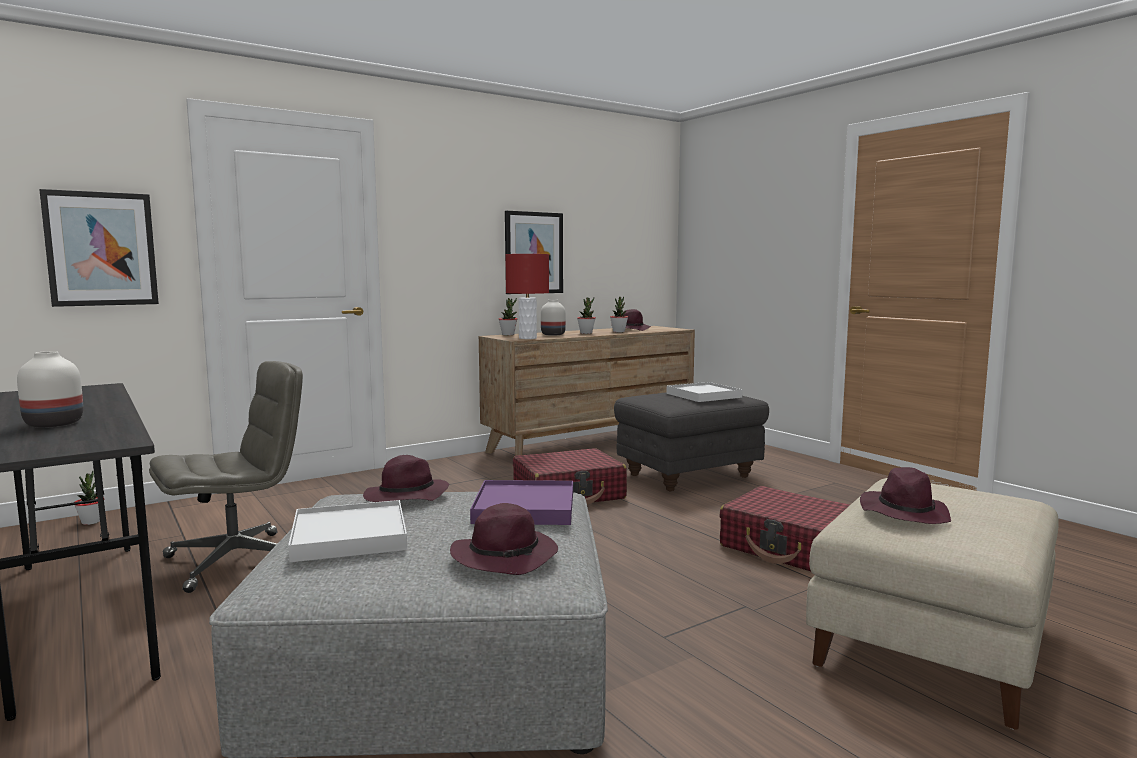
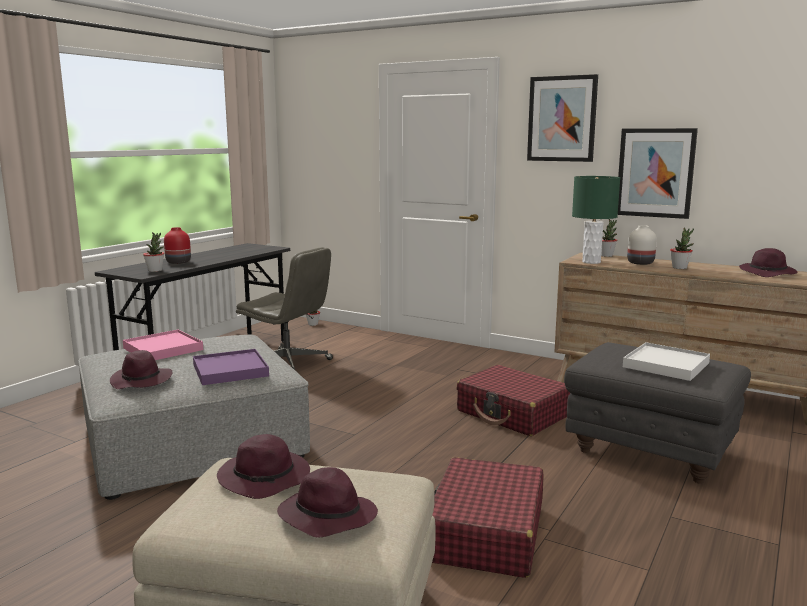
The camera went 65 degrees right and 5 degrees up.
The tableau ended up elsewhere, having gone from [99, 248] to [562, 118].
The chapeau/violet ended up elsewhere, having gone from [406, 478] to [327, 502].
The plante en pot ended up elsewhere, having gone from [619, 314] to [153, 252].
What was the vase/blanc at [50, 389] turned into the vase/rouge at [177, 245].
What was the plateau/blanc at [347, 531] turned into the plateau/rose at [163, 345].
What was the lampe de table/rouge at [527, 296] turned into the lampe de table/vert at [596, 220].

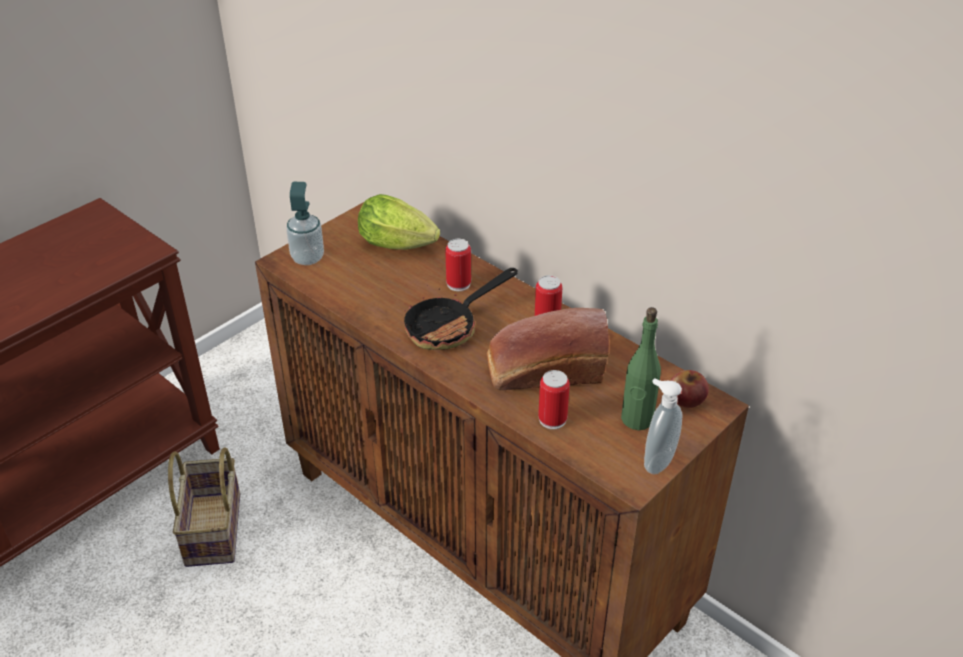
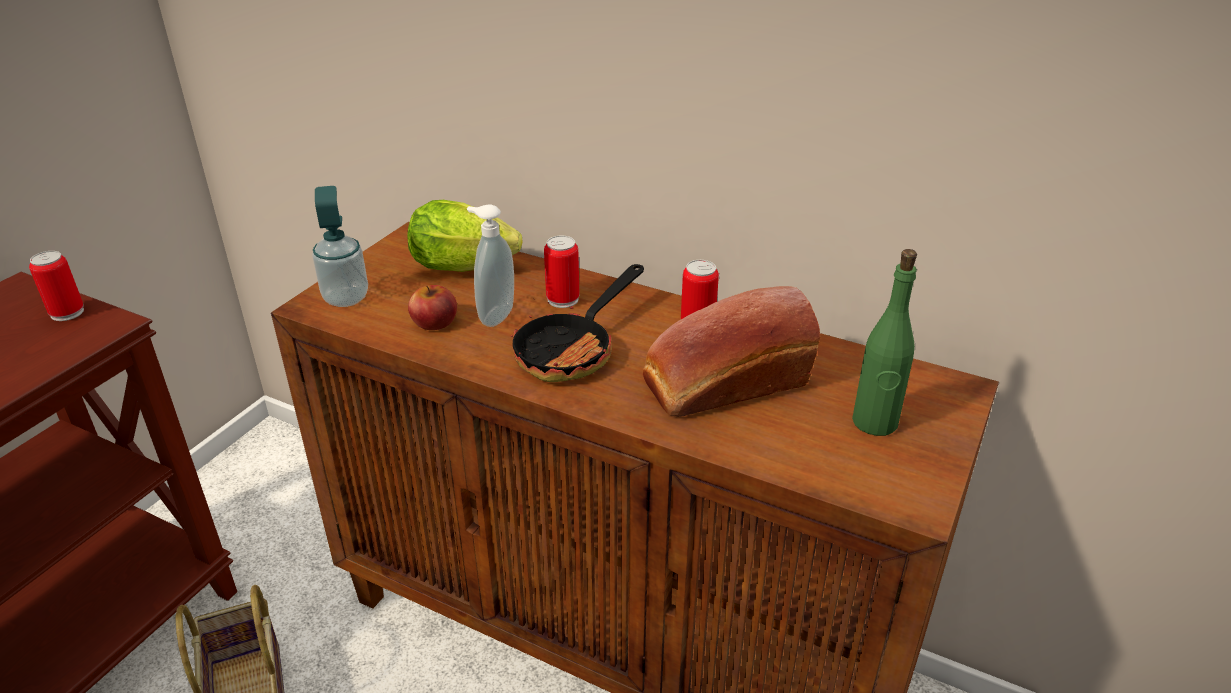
The camera went 15 degrees left and 5 degrees down.
The boîte métallique ended up elsewhere, having gone from [554, 399] to [56, 286].
The distributeur de savon ended up elsewhere, having gone from [663, 426] to [490, 265].
The pomme ended up elsewhere, having gone from [690, 389] to [432, 307].

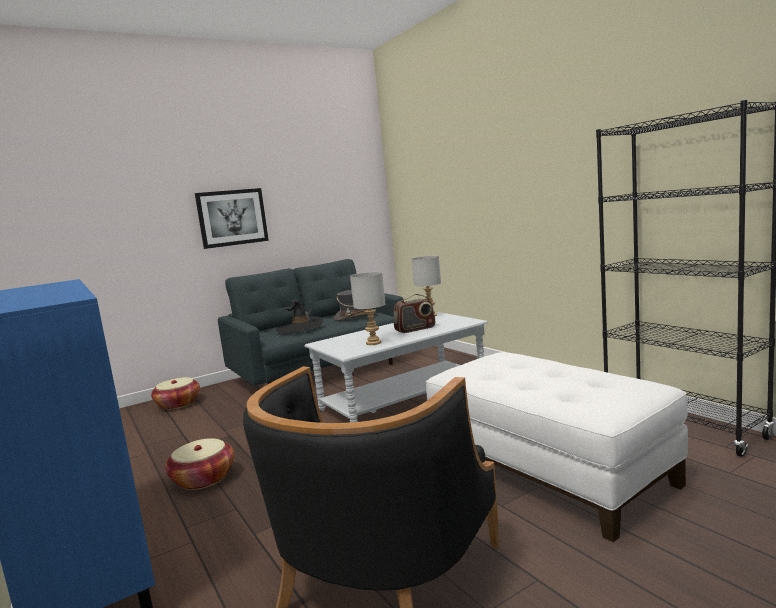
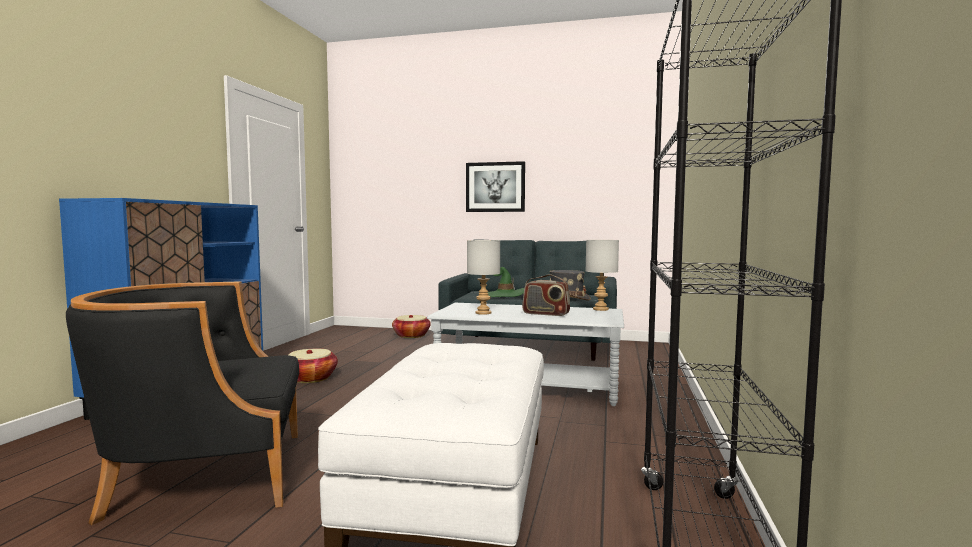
The camera went 45 degrees right and 5 degrees down.
What was the chapeau/noir at [299, 317] turned into the chapeau/vert at [506, 282].

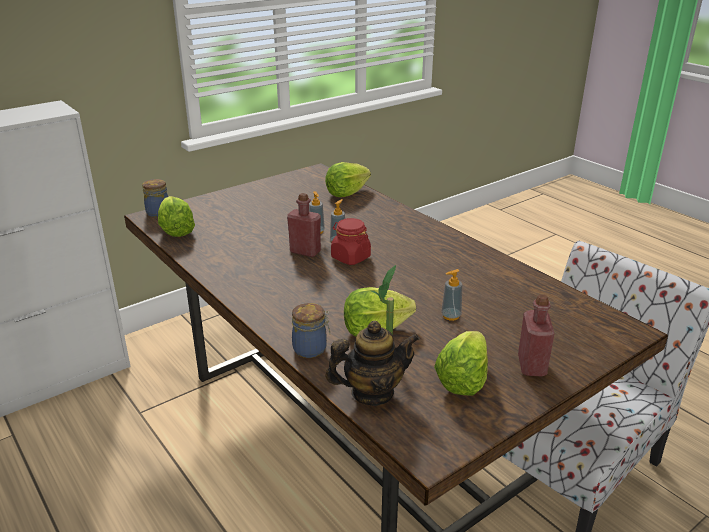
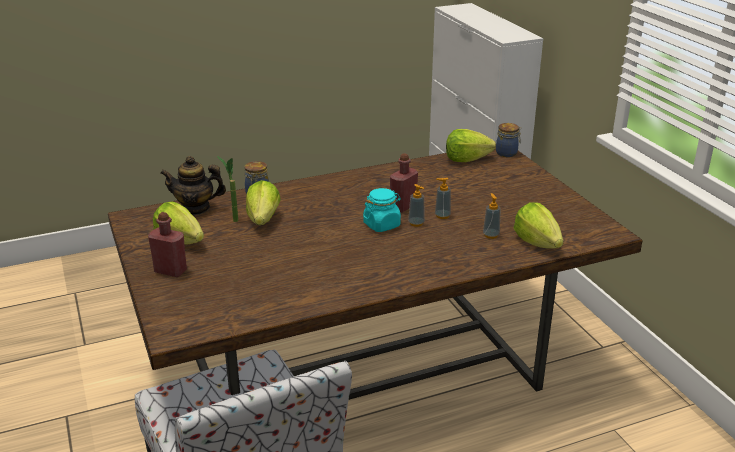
The camera went 105 degrees right and 0 degrees up.
The distributeur de savon ended up elsewhere, having gone from [451, 295] to [492, 216].
What was the bocal/rouge at [351, 241] turned into the bocal/turquoise at [382, 210].
The théière at [372, 363] ended up facing another way, 90 degrees clockwise from before.

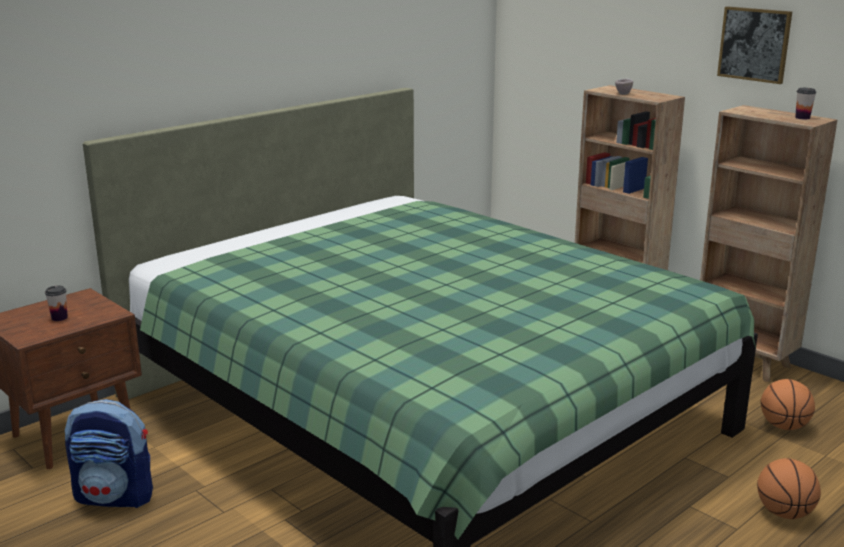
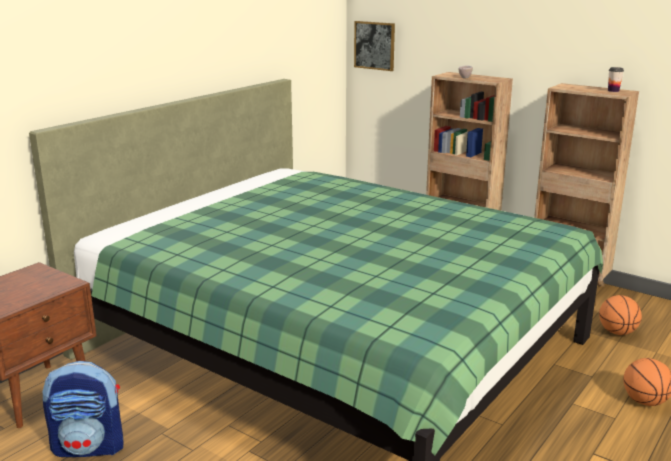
The camera went 10 degrees left and 0 degrees up.
The second view lost the tasse at [56, 303].
The tableau ended up elsewhere, having gone from [754, 45] to [374, 46].

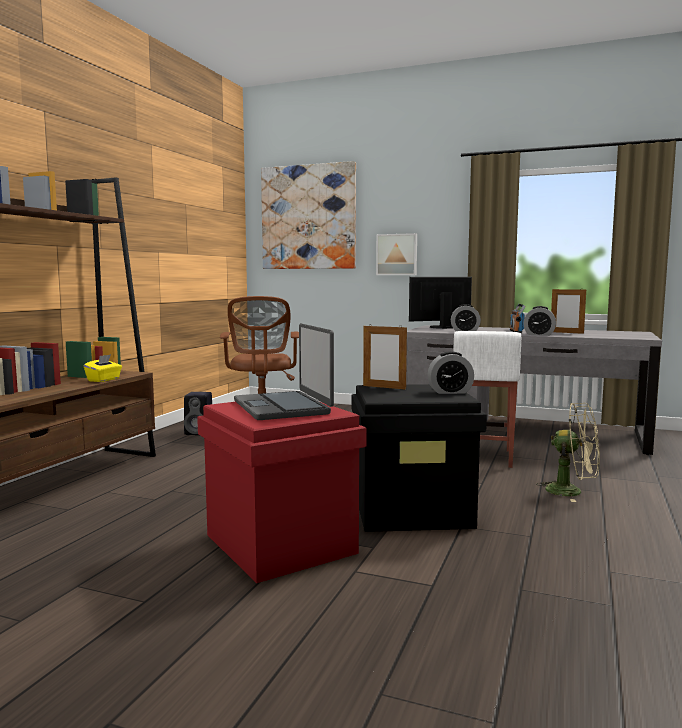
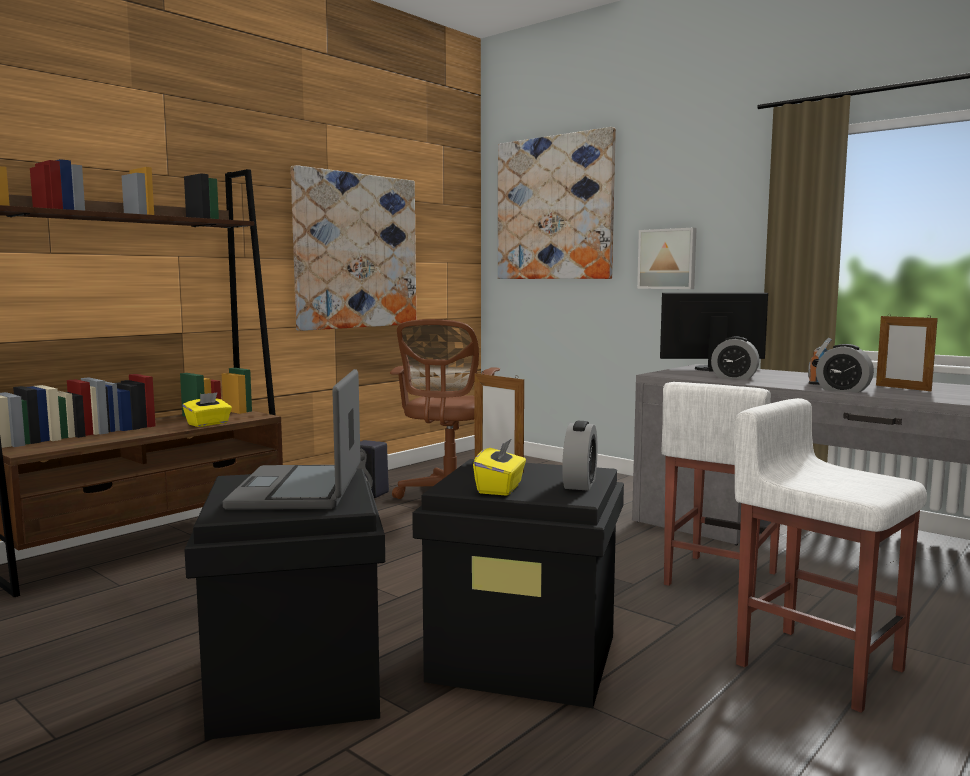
The camera went 20 degrees right and 0 degrees up.
The second view gained the tableau at [353, 248].
The second view gained the boîte à mouchoirs/jaune at [499, 467].
Where the ventilateur/beige stood at [568, 452], the tabouret/blanc came to stand at [830, 555].
What was the boîte de rangement/rouge at [282, 492] turned into the boîte de rangement/noir at [284, 604].
The réveil at [450, 372] ended up facing another way, 90 degrees counterclockwise from before.

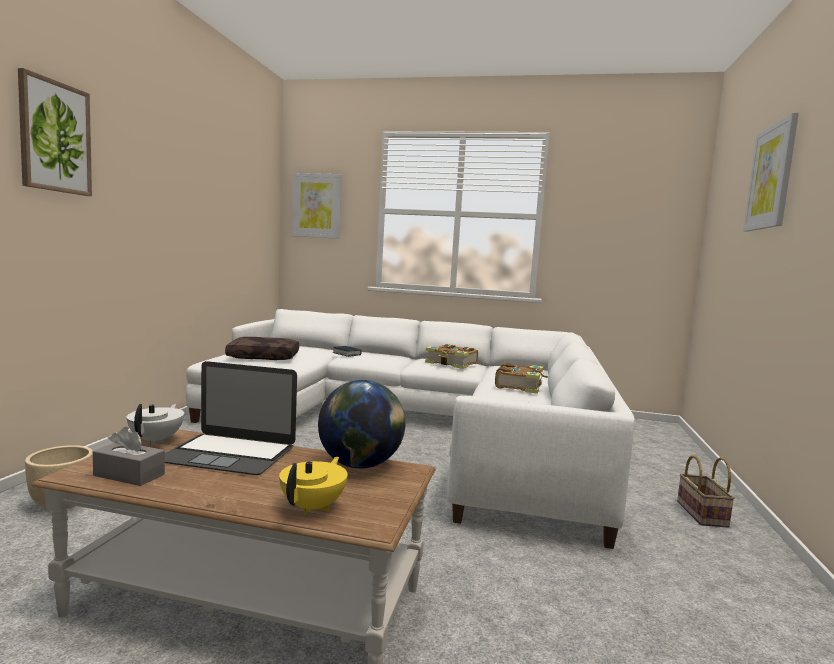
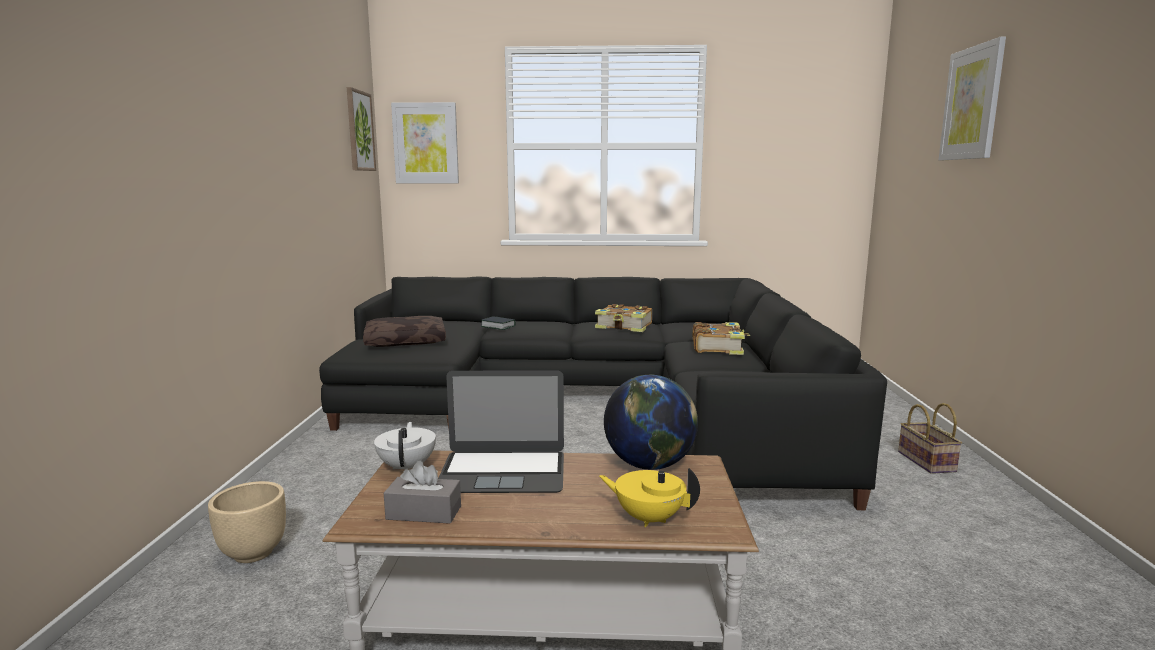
The camera went 10 degrees left and 5 degrees up.
The tableau ended up elsewhere, having gone from [55, 132] to [361, 129].
What was the canapé/blanc at [410, 429] turned into the canapé/noir at [603, 393].
The théière/jaune at [313, 485] ended up facing another way, 75 degrees counterclockwise from before.

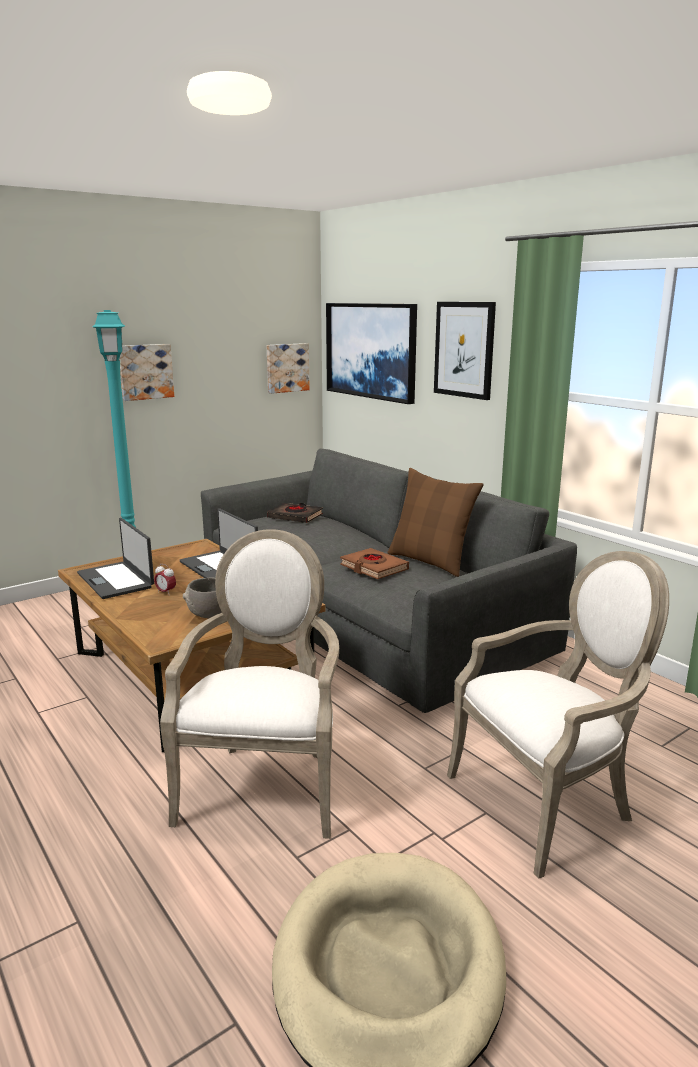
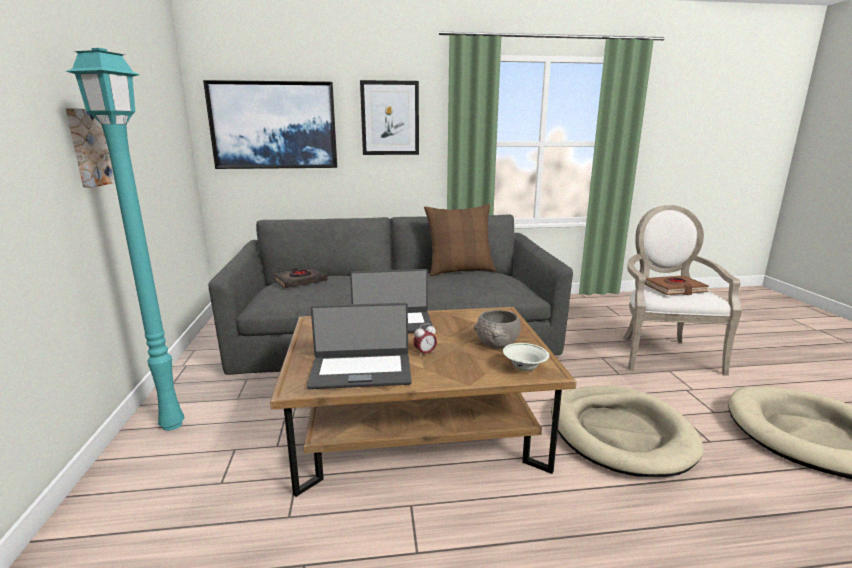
The camera went 60 degrees left and 0 degrees up.
The second view lost the tableau at [288, 368].
The second view gained the bol/blanc at [526, 357].
The livre/marron ended up elsewhere, having gone from [374, 563] to [677, 285].
Where the fauteuil stood at [249, 684], the panier pour chien/beige came to stand at [627, 431].

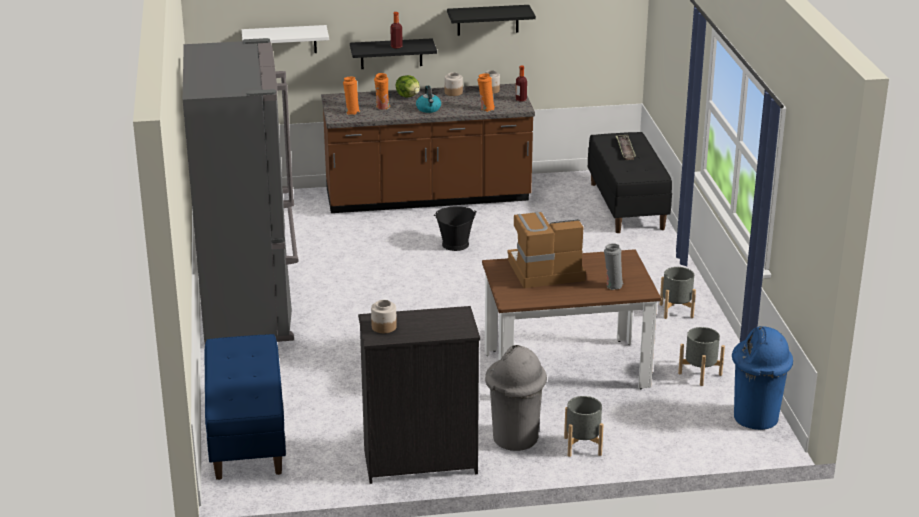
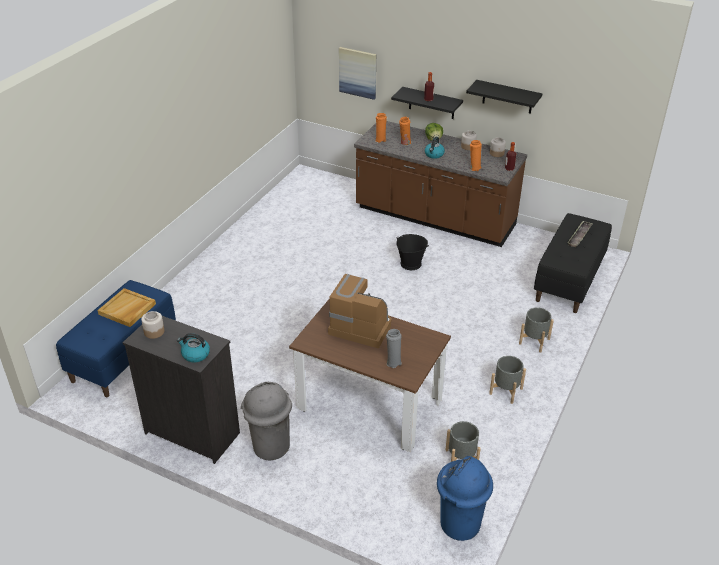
The camera went 35 degrees right and 10 degrees up.
The second view lost the réfrigérateur/gris at [241, 190].
The second view gained the plateau/beige at [126, 307].
The second view gained the bouilloire at [193, 348].
The cache-pot/gris ended up elsewhere, having gone from [584, 426] to [536, 329].
Where the étagère/blanc hung at [285, 39], the tableau came to hang at [357, 73].

